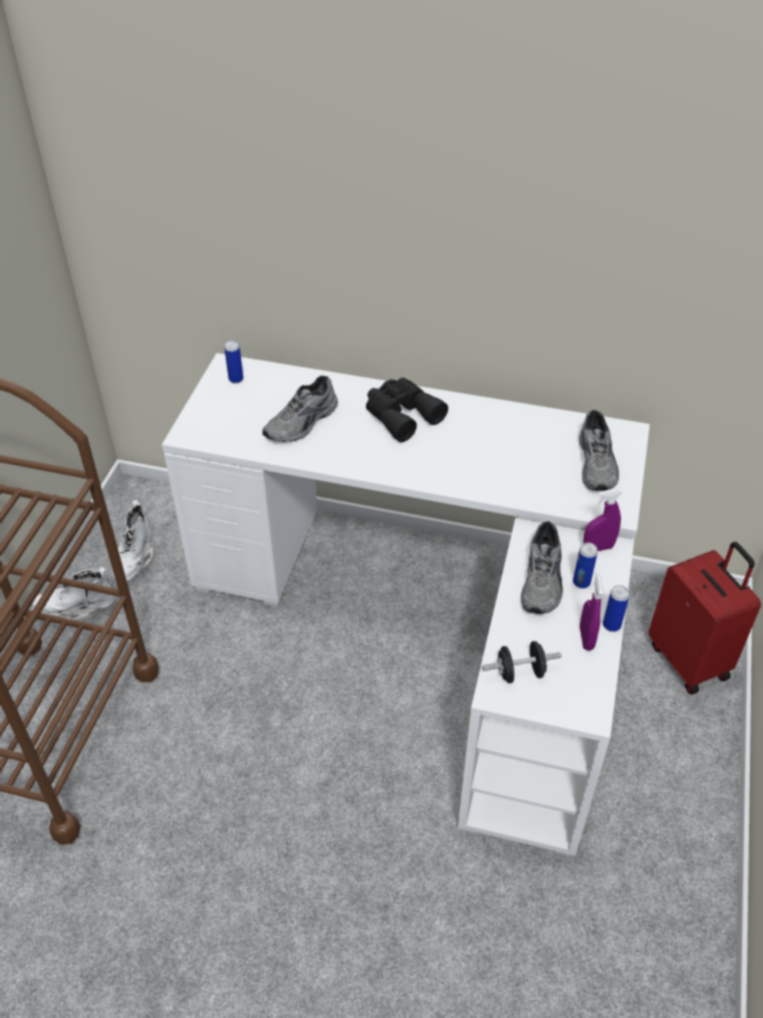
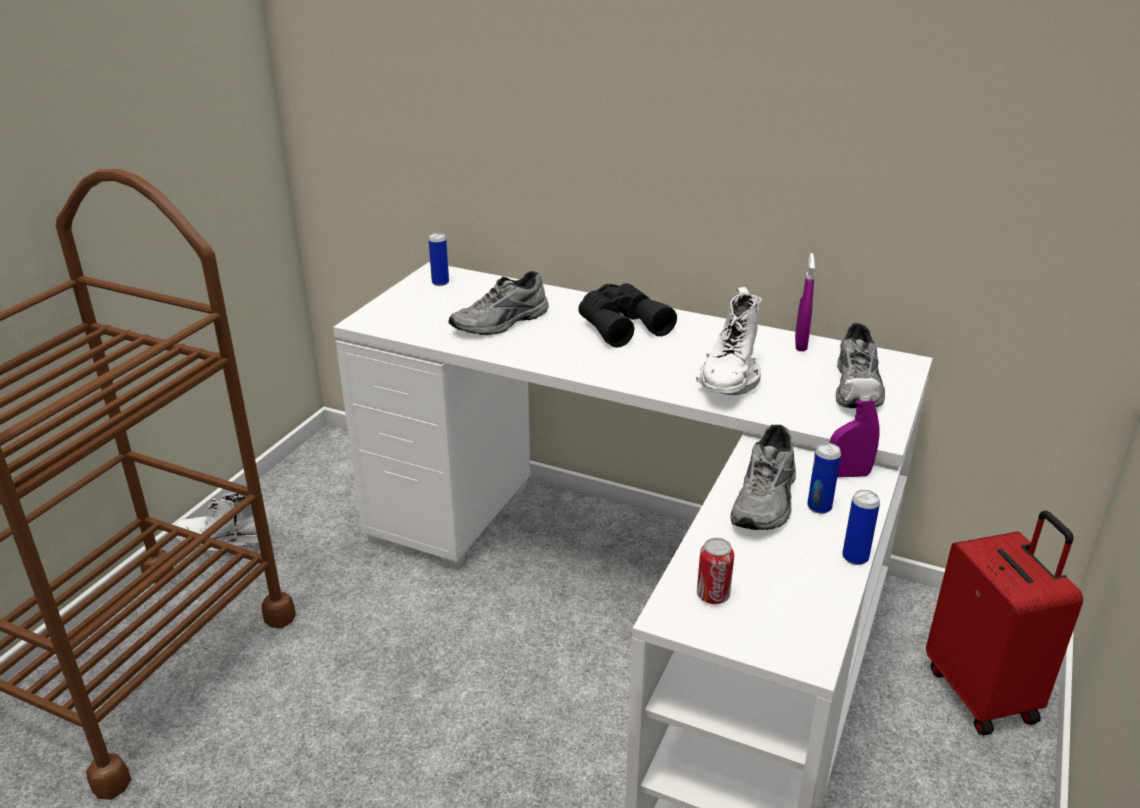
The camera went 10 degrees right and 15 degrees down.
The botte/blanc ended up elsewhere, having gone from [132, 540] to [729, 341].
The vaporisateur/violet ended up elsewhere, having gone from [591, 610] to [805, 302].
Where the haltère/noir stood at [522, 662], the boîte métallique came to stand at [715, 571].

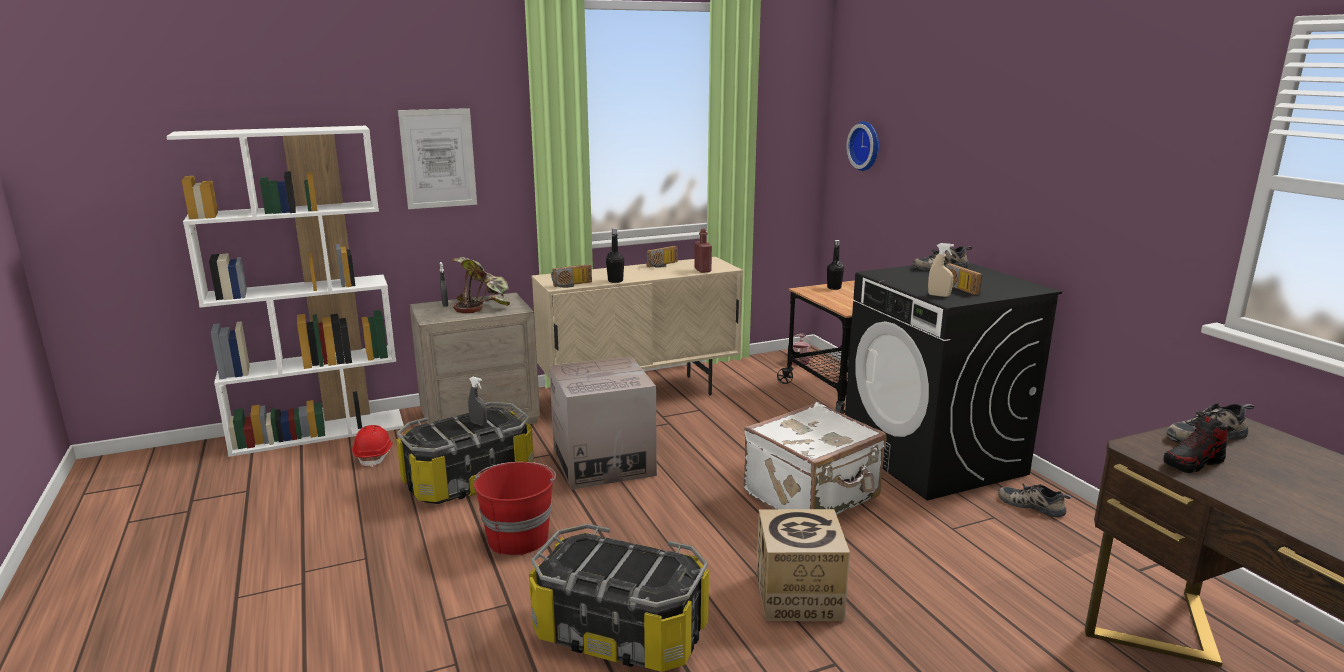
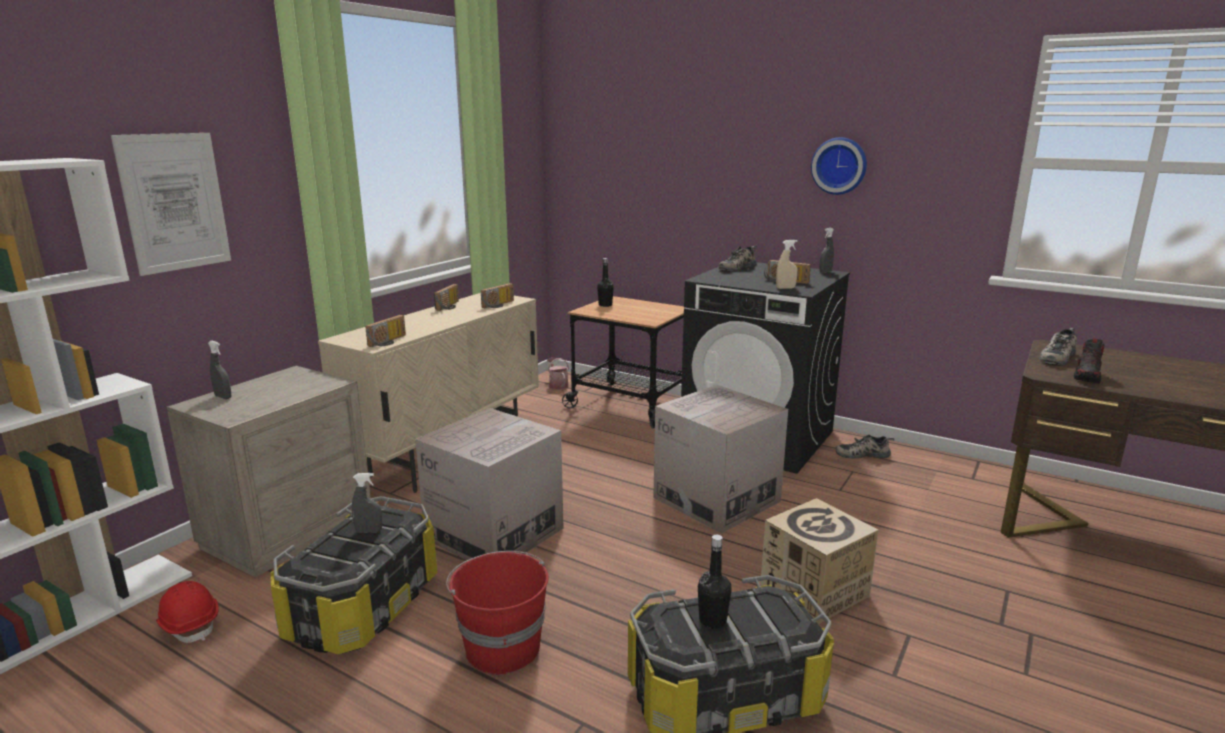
The camera went 35 degrees left and 0 degrees up.
The second view lost the plante en pot at [481, 285].
The second view gained the vaporisateur/gris at [826, 250].
The bouteille/noir ended up elsewhere, having gone from [615, 255] to [715, 582].
The horloge murale ended up elsewhere, having gone from [862, 146] to [839, 166].
Where the bouteille/rouge stood at [703, 251], the radio came to stand at [497, 295].
Where the valise/blanc stood at [815, 458], the carton came to stand at [720, 459].

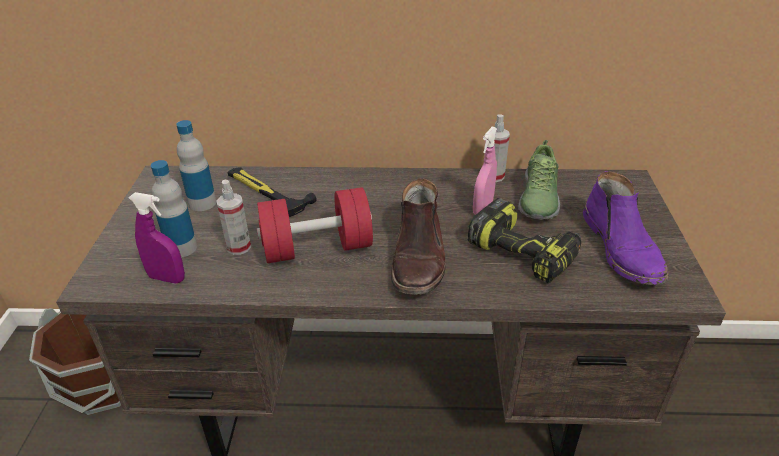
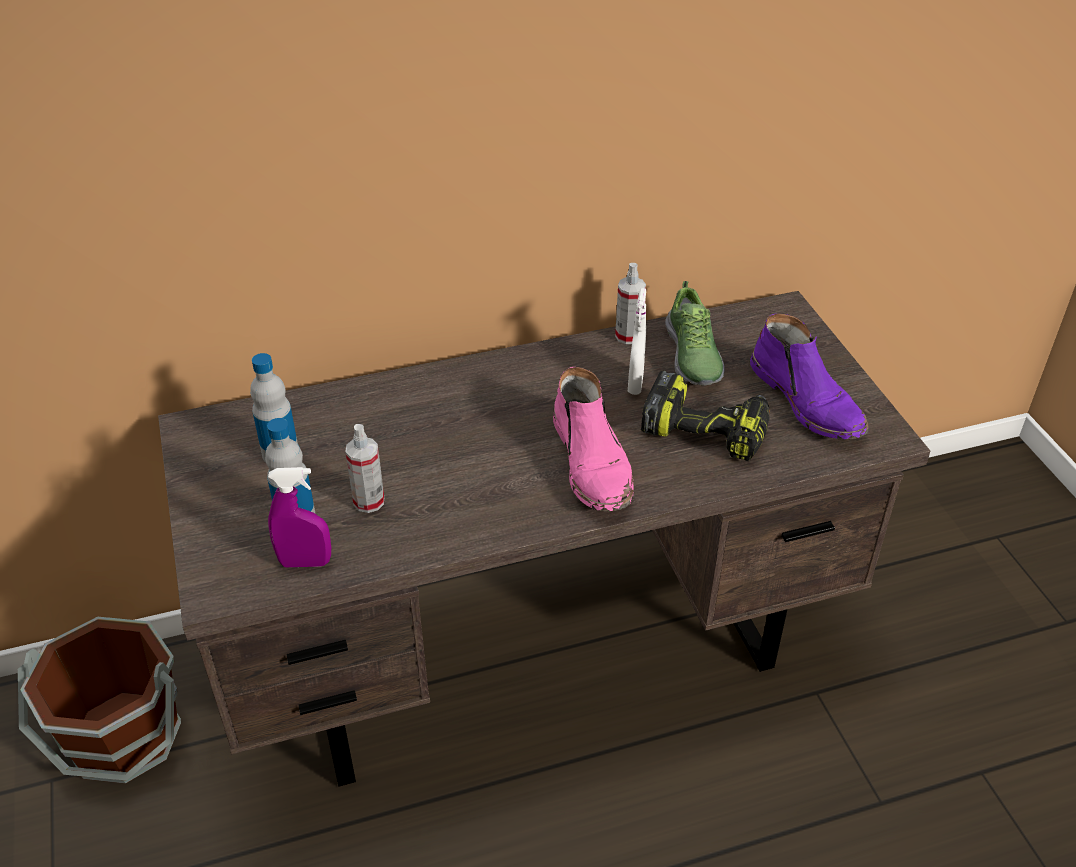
The camera went 20 degrees left and 5 degrees up.
The second view lost the marteau at [272, 192].
The second view lost the haltère/rouge at [315, 225].
What was the botte/marron at [418, 236] turned into the botte/rose at [593, 439].
What was the vaporisateur/rose at [485, 171] turned into the vaporisateur/blanc at [637, 341].

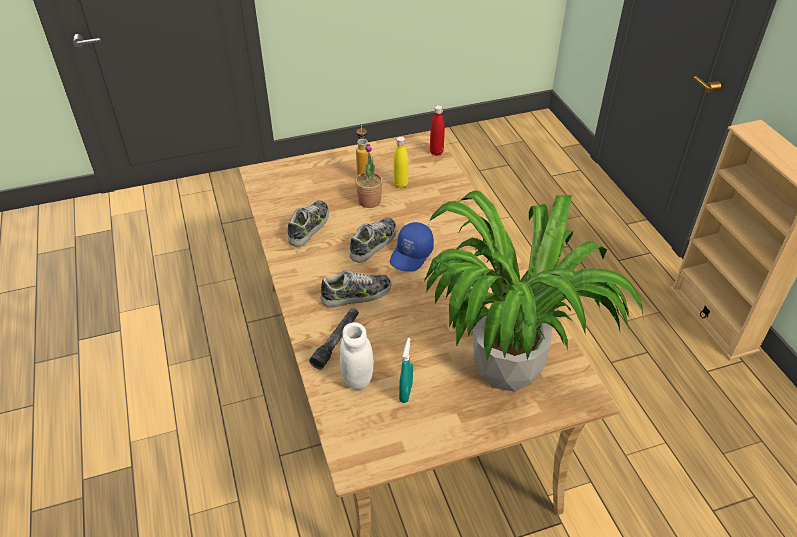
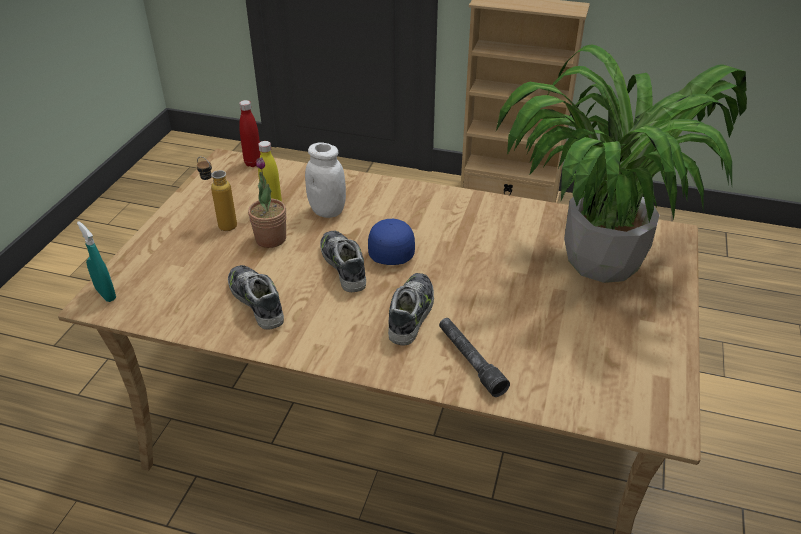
The camera went 55 degrees left and 5 degrees down.
The bocal/blanc ended up elsewhere, having gone from [357, 356] to [325, 180].
The vaporisateur/turquoise ended up elsewhere, having gone from [406, 370] to [96, 261].
The casquette/bleu at [412, 247] ended up facing another way, 150 degrees counterclockwise from before.

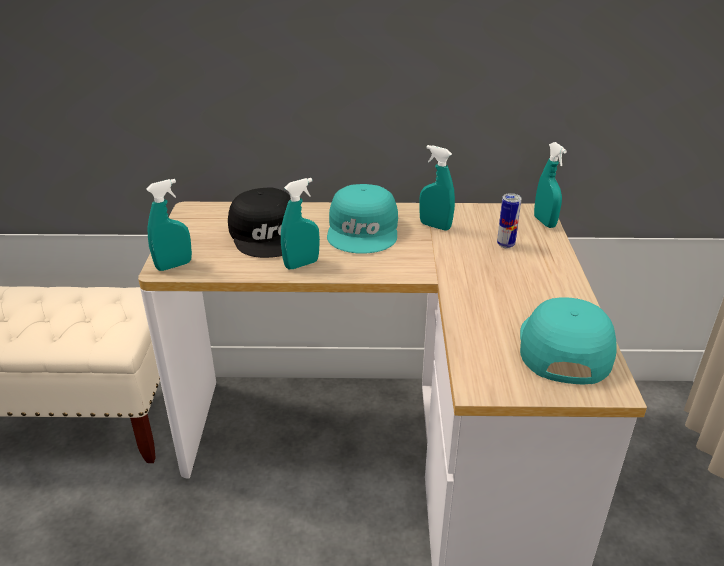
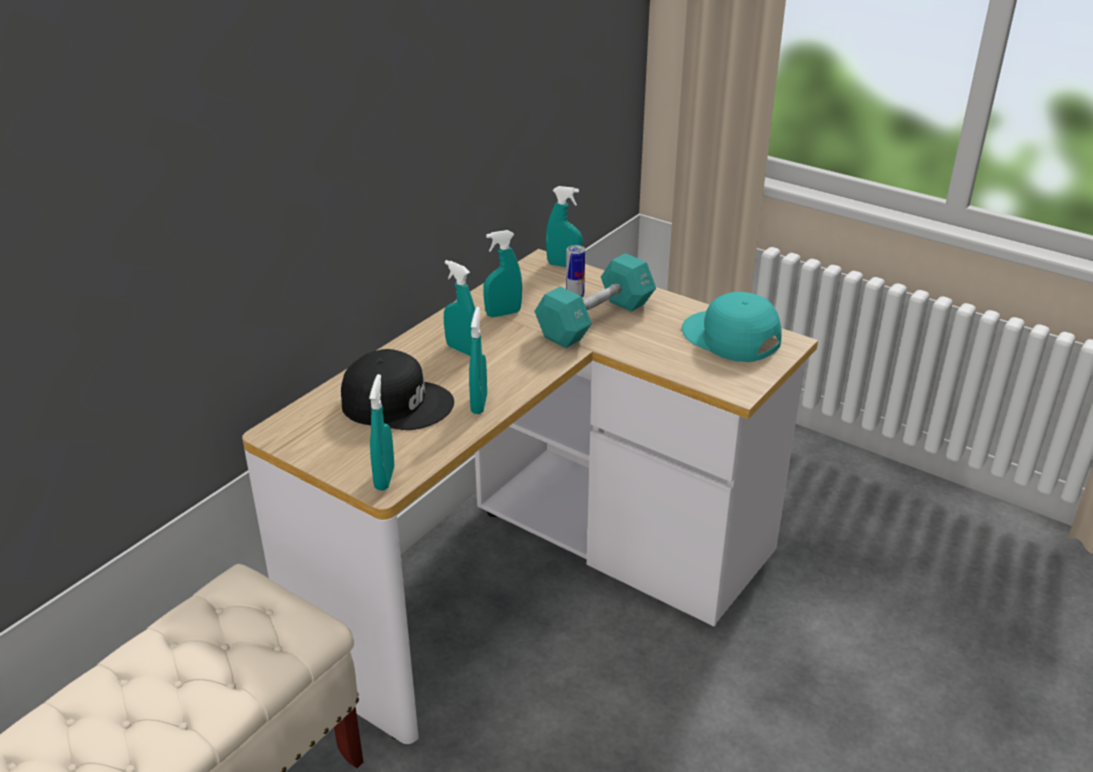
The camera went 55 degrees left and 0 degrees up.
The second view gained the haltère/turquoise at [595, 300].
Where the casquette/turquoise stood at [362, 219], the vaporisateur/turquoise came to stand at [460, 308].

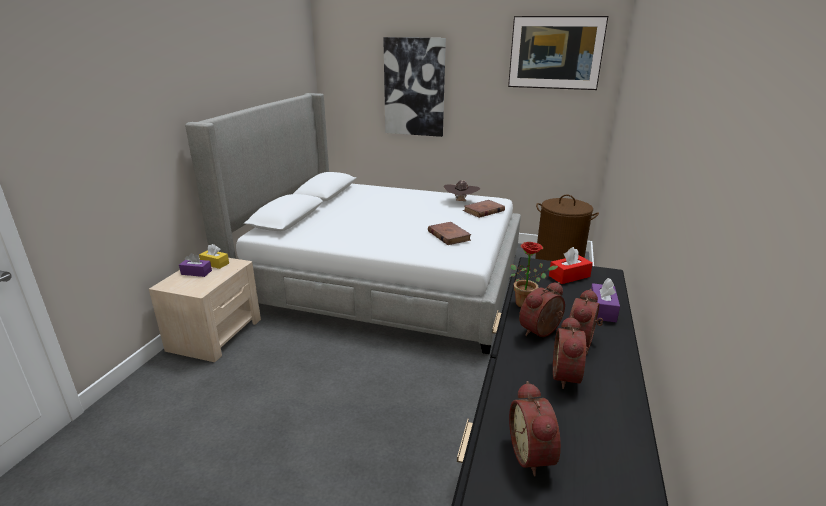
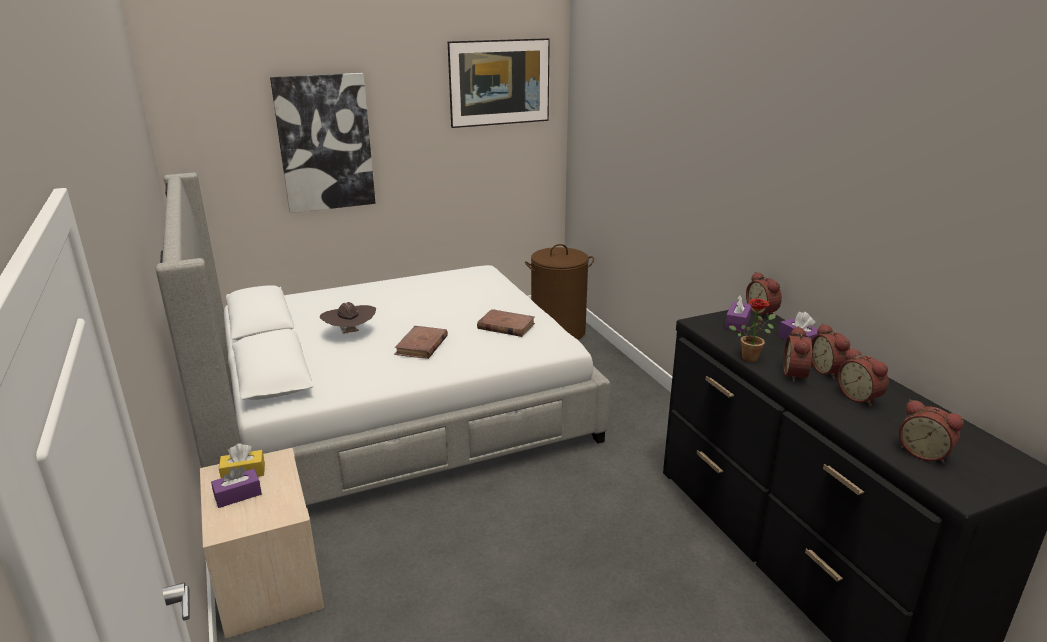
The camera went 40 degrees left and 0 degrees up.
The second view gained the réveil at [764, 294].
The chapeau/marron ended up elsewhere, having gone from [462, 190] to [348, 318].
The livre/marron ended up elsewhere, having gone from [484, 209] to [421, 342].
What was the boîte à mouchoirs/rouge at [571, 265] turned into the boîte à mouchoirs/violet at [738, 313].

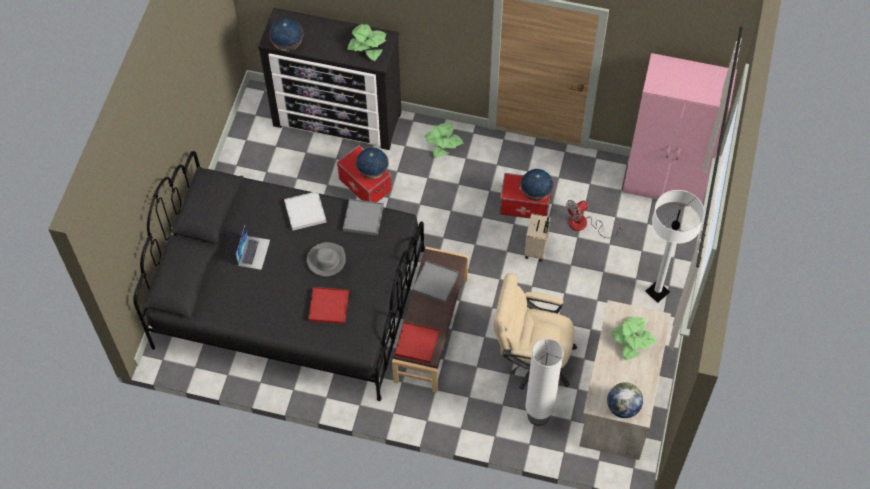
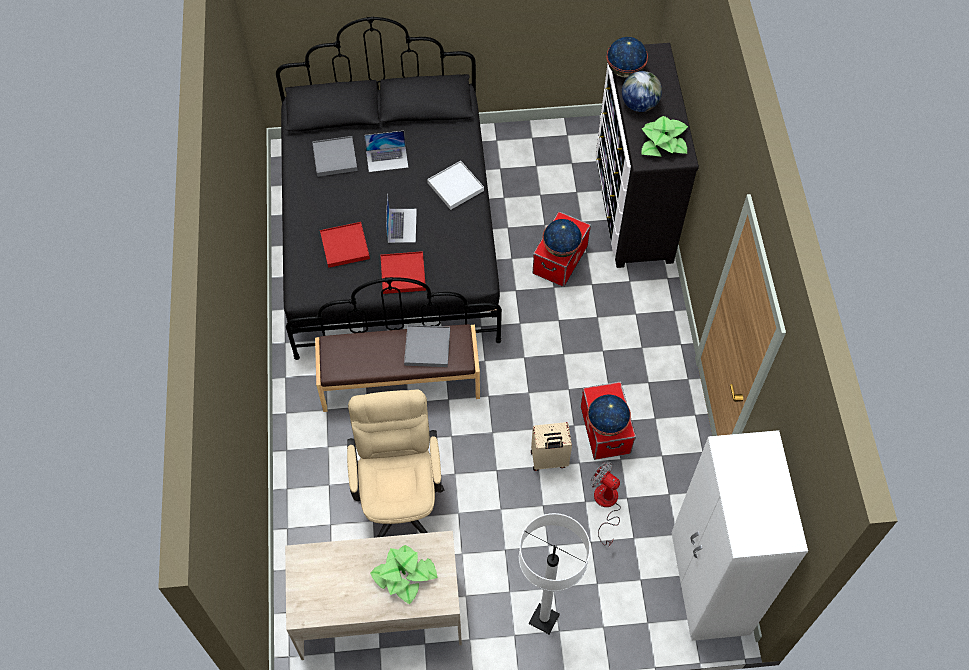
The camera went 70 degrees right and 0 degrees up.
The second view lost the plante en pot at [443, 140].
The second view lost the lampadaire/blanc at [544, 382].
The plateau/gris ended up elsewhere, having gone from [363, 217] to [335, 156].
The plateau/rouge ended up elsewhere, having gone from [417, 342] to [403, 272].
The globe ended up elsewhere, having gone from [625, 400] to [642, 91].
Where the chapeau/gris stood at [326, 259], the ordinateur portable came to stand at [401, 218].
What was the armoire/rose at [679, 129] turned into the armoire/blanc at [739, 535].

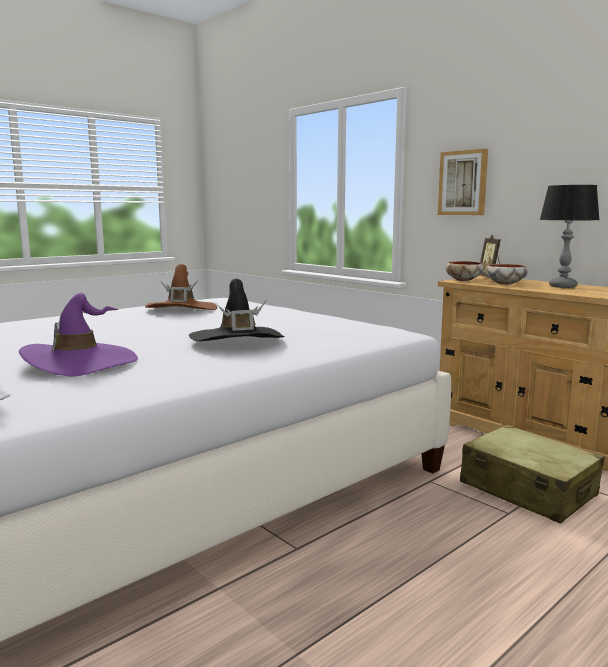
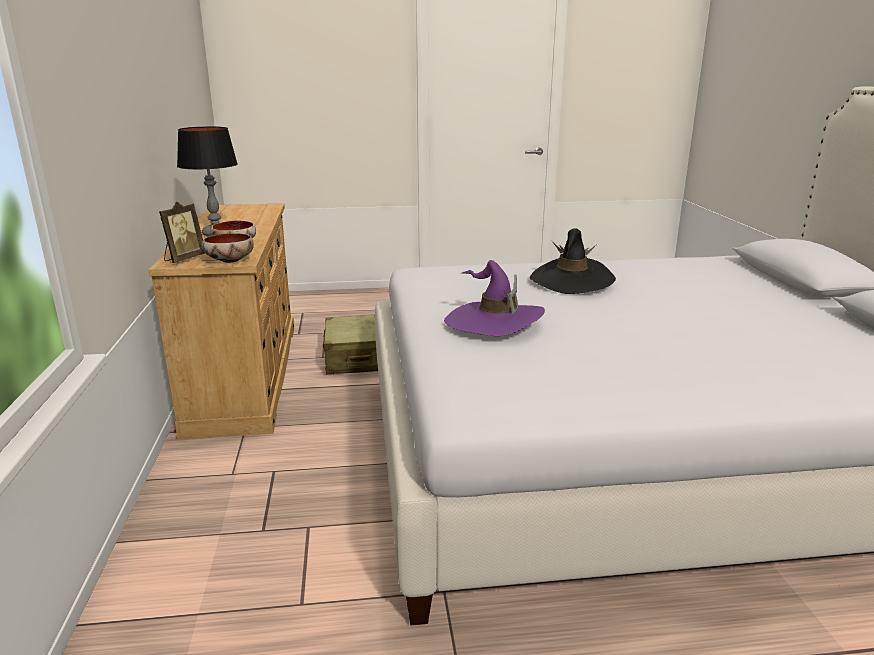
The camera went 145 degrees left and 10 degrees up.
The second view lost the chapeau/marron at [181, 287].
The second view lost the tableau at [463, 182].
The chapeau/violet ended up elsewhere, having gone from [78, 335] to [494, 298].

